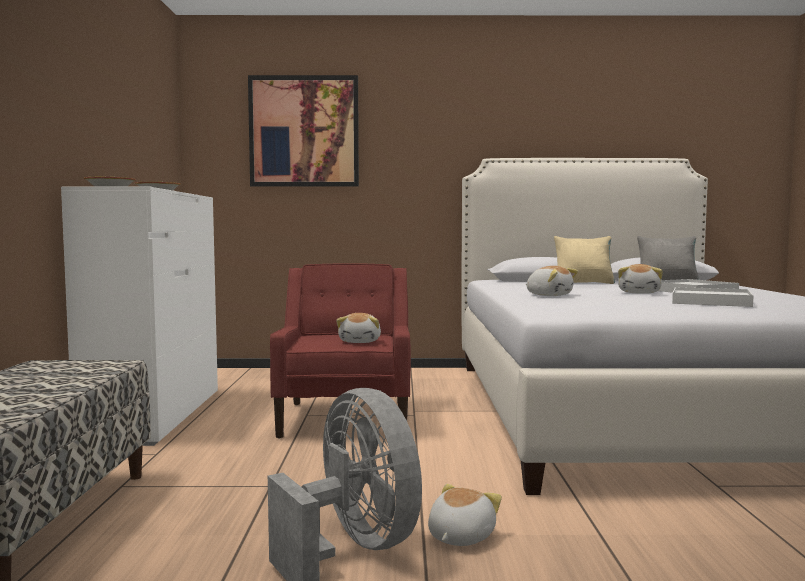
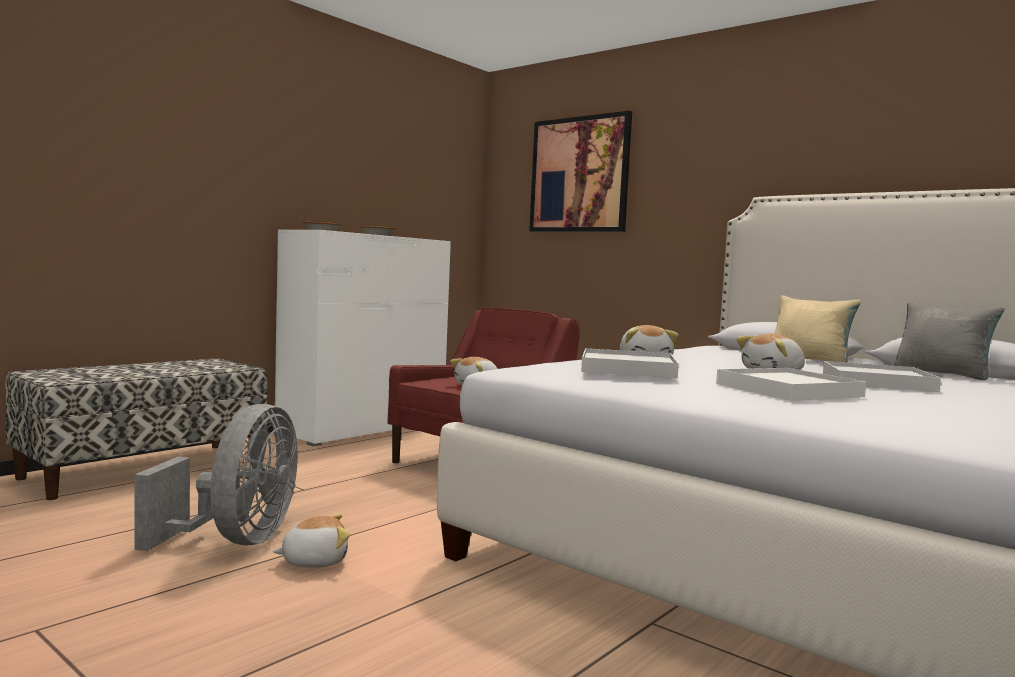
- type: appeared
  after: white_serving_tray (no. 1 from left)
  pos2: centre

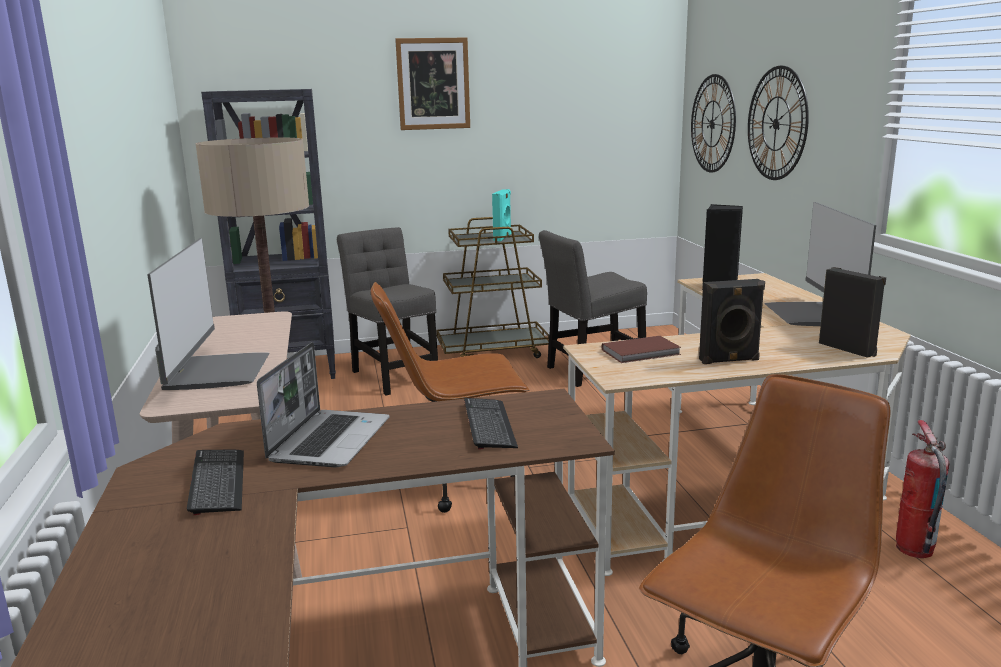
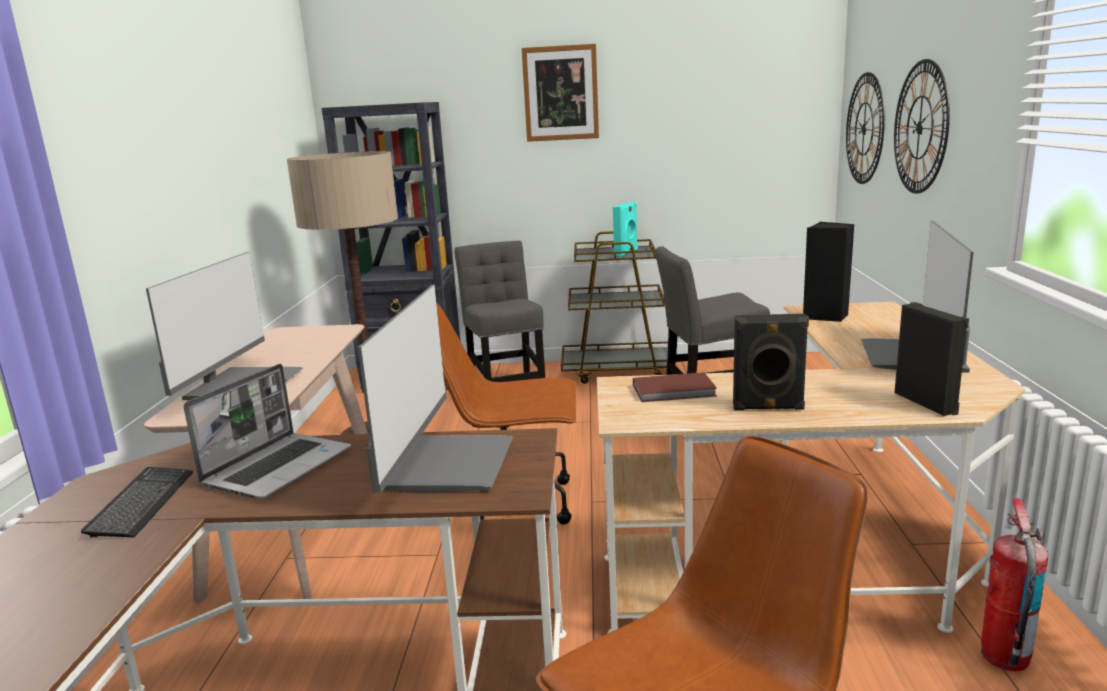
- type: exchanged
  before: PC_keyboard (no. 2 from left)
  after: computer_display (no. 2 from left)
  pos1: centre
  pos2: centre

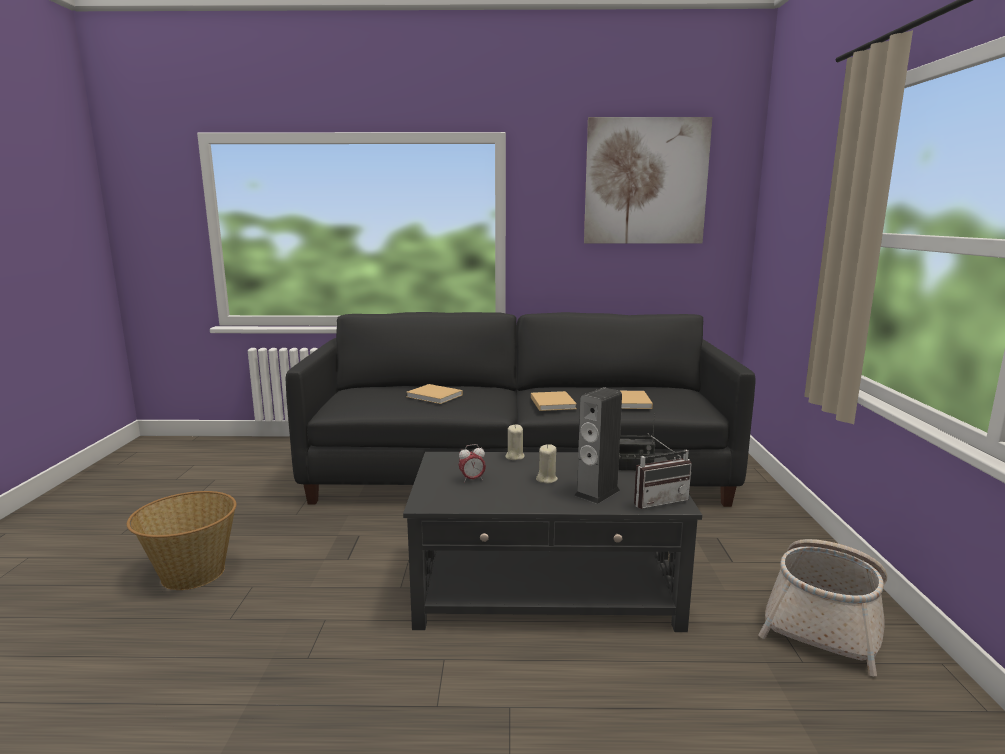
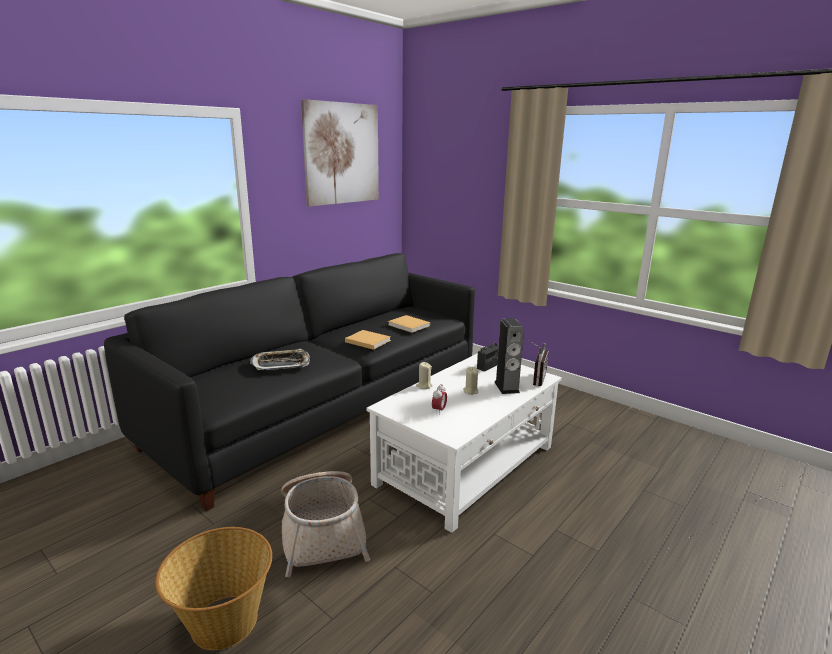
- type: relocated
  before: storage_basket (no. 2 from left)
  pos1: bottom right
  pos2: bottom centre
- type: exchanged
  before: sand-coloured_volume (no. 1 from left)
  after: serving_tray
  pos1: centre
  pos2: centre
- type: colour
  before: blackish_lounge_table
  after: white_lounge_table
  pos1: bottom centre
  pos2: bottom centre

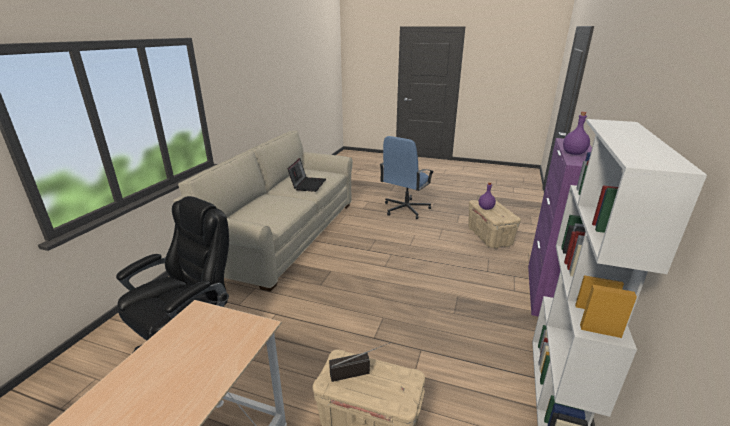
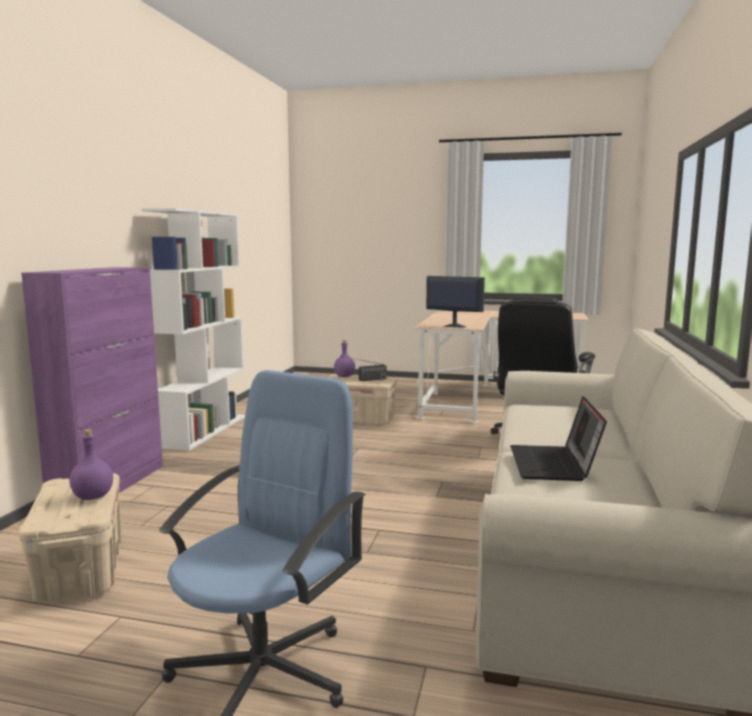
- type: appeared
  after: computer_display
  pos2: centre
- type: relocated
  before: purple-coloured_bottle (no. 2 from left)
  pos1: top right
  pos2: centre

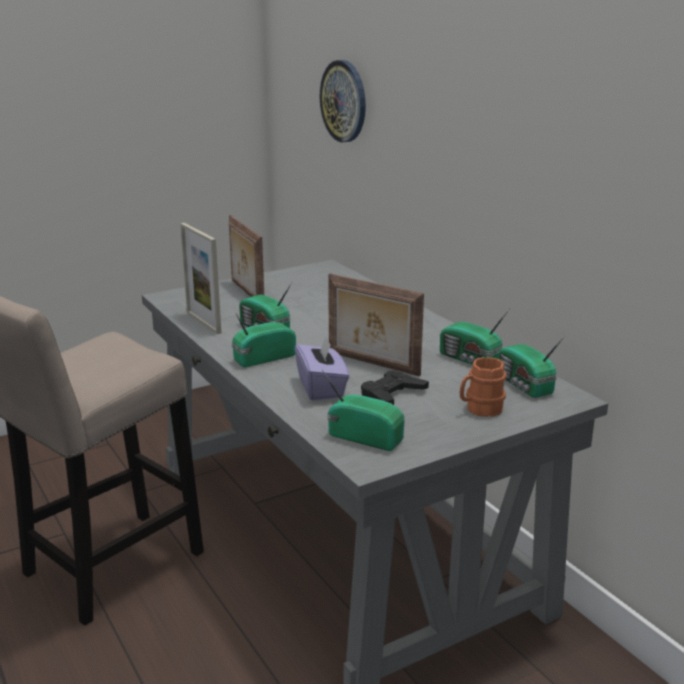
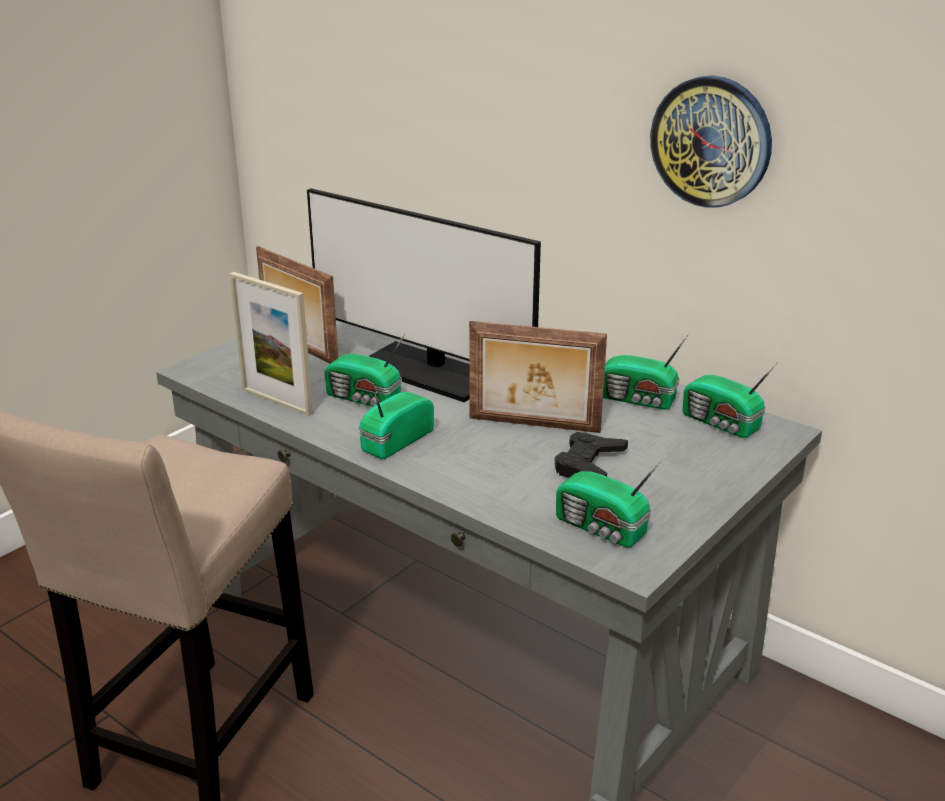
- type: missing
  before: purple-coloured_tissue_box
  pos1: centre
- type: missing
  before: orange-coloured_tea_mug
  pos1: middle right
- type: appeared
  after: computer_display
  pos2: centre
- type: relocated
  before: clock_on_the_wall
  pos1: top centre
  pos2: top right
- type: spun
  before: radio (no. 3 from left)
  pos1: centre
  pos2: centre
  turn: -150

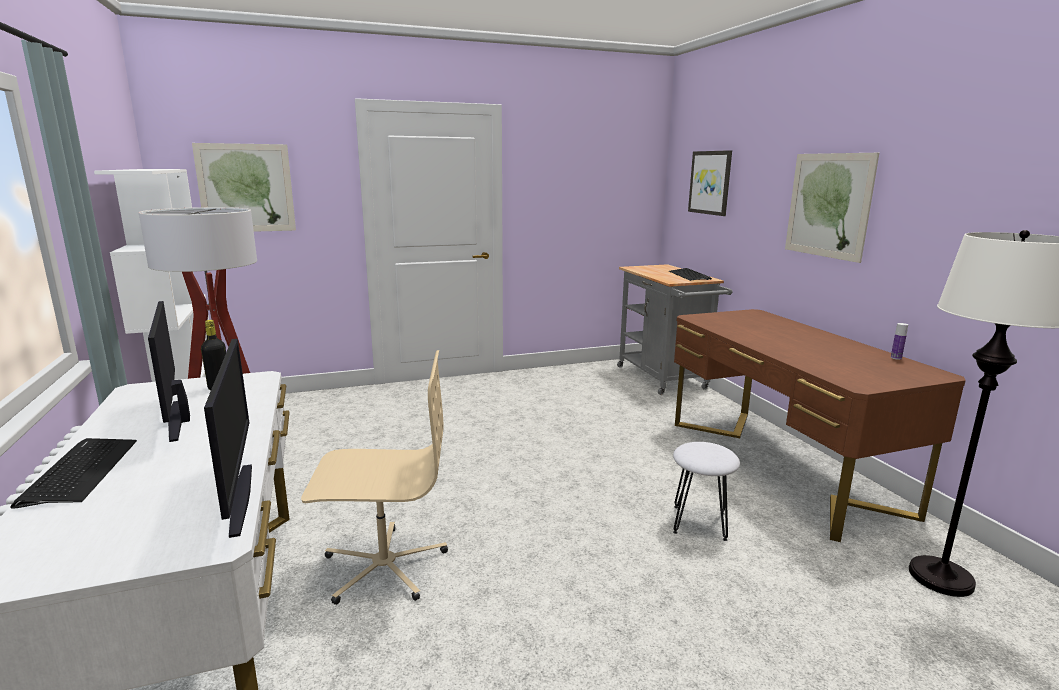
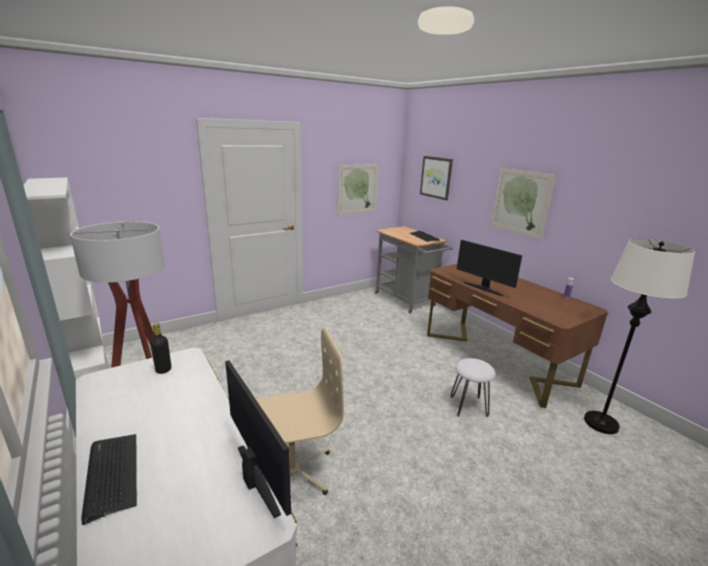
- type: relocated
  before: computer_display (no. 1 from left in the first image)
  after: computer_display (no. 2 from left)
  pos1: middle left
  pos2: middle right
- type: relocated
  before: wall_art (no. 1 from left)
  pos1: top left
  pos2: centre

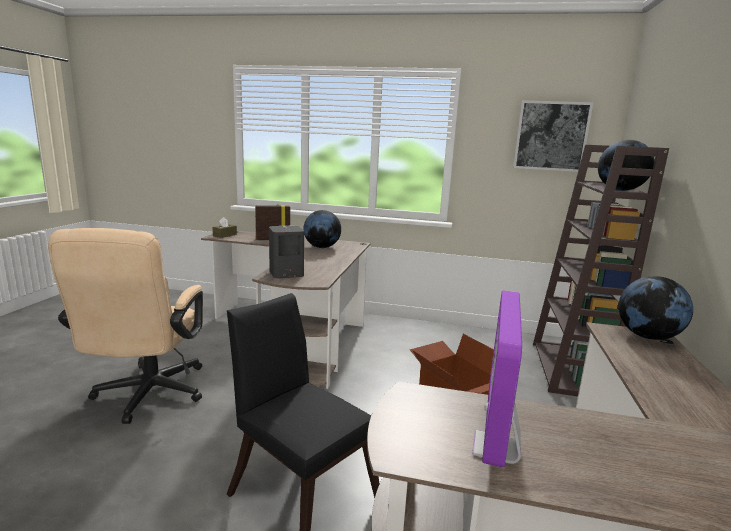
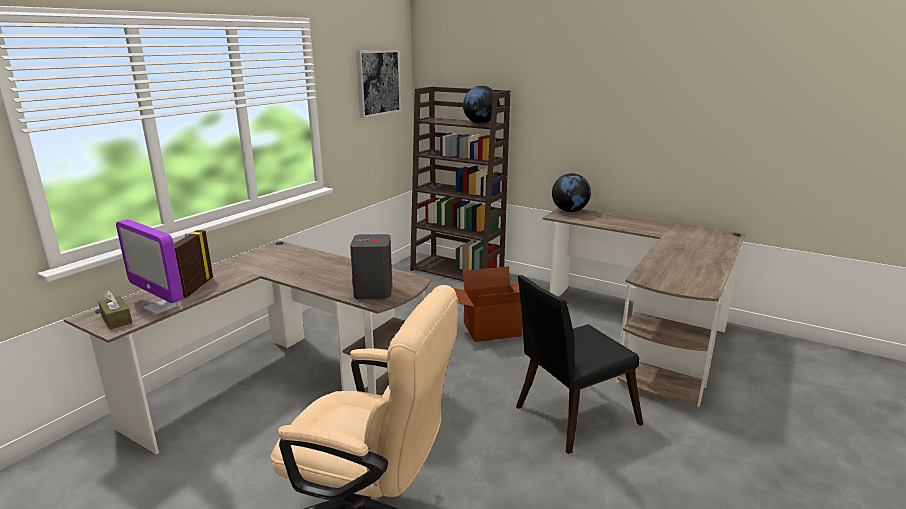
- type: missing
  before: globe (no. 1 from left)
  pos1: centre
- type: relocated
  before: computer_display
  pos1: bottom right
  pos2: middle left

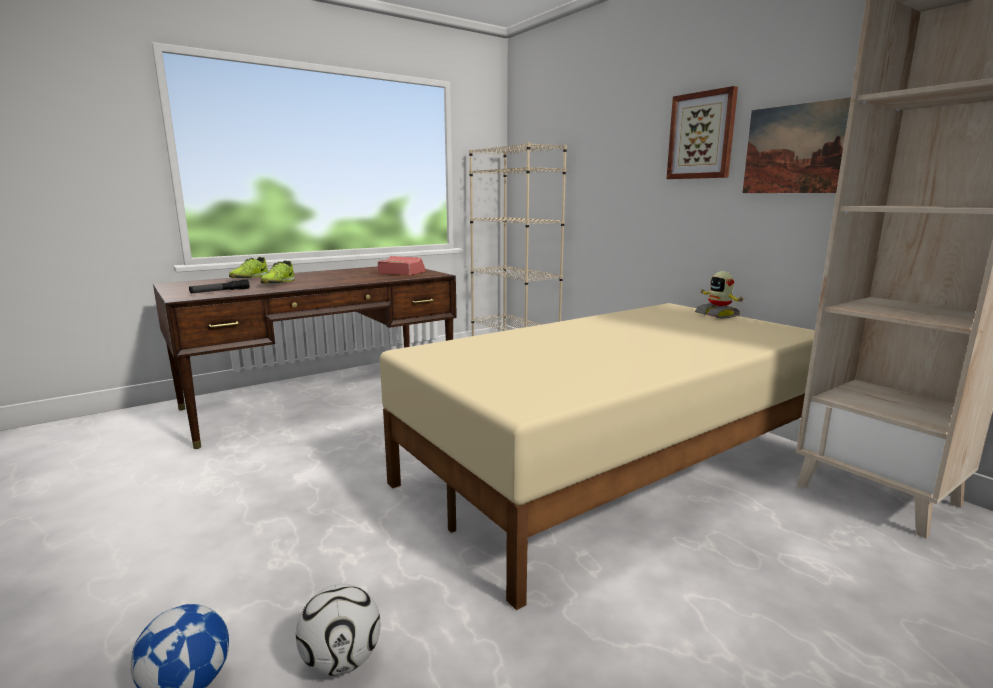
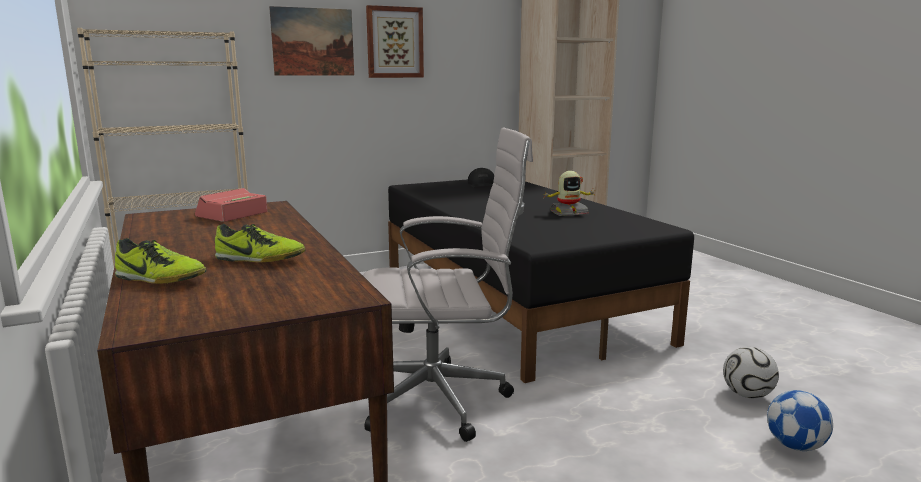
- type: missing
  before: torch
  pos1: middle left
- type: appeared
  after: white_office_chair
  pos2: centre
- type: appeared
  after: blackish_cap
  pos2: centre
- type: relocated
  before: toy_robot
  pos1: middle right
  pos2: centre
- type: relocated
  before: wall_art (no. 2 from left in the first image)
  after: wall_art (no. 1 from left)
  pos1: top right
  pos2: top centre
- type: colour
  before: sand-coloured_sleeping_bed
  after: blackish_sleeping_bed
  pos1: centre
  pos2: centre

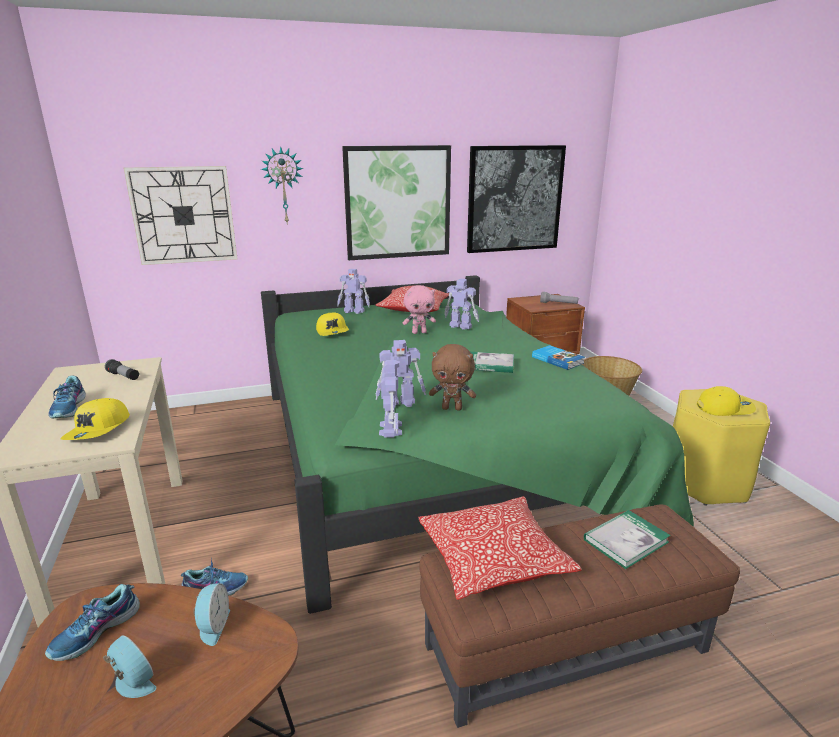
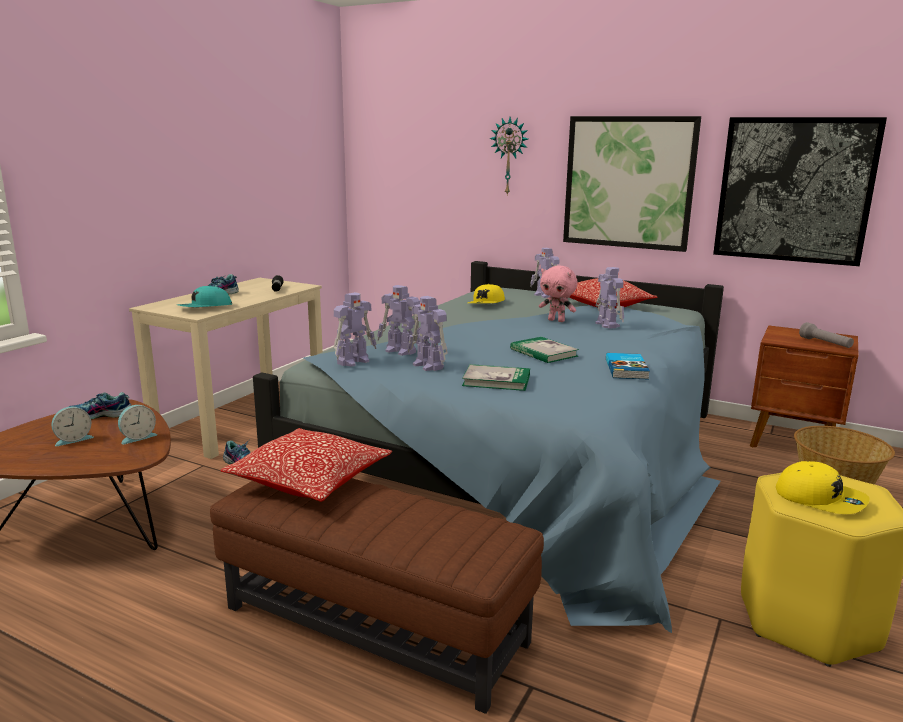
- type: missing
  before: clock_on_the_wall (no. 1 from left)
  pos1: top left
- type: relocated
  before: volume (no. 3 from left in the first image)
  after: volume (no. 1 from left)
  pos1: bottom right
  pos2: centre
- type: exchanged
  before: brown_soft_toy
  after: toy_robot (no. 3 from left)
  pos1: centre
  pos2: centre
- type: colour
  before: yellow-coloured_cap (no. 1 from left)
  after: turquoise_cap
  pos1: middle left
  pos2: middle left
- type: colour
  before: green_sleeping_bed
  after: blue_sleeping_bed
  pos1: centre
  pos2: centre
- type: spun
  before: table_clock (no. 1 from left)
  pos1: bottom left
  pos2: middle left
  turn: 60

